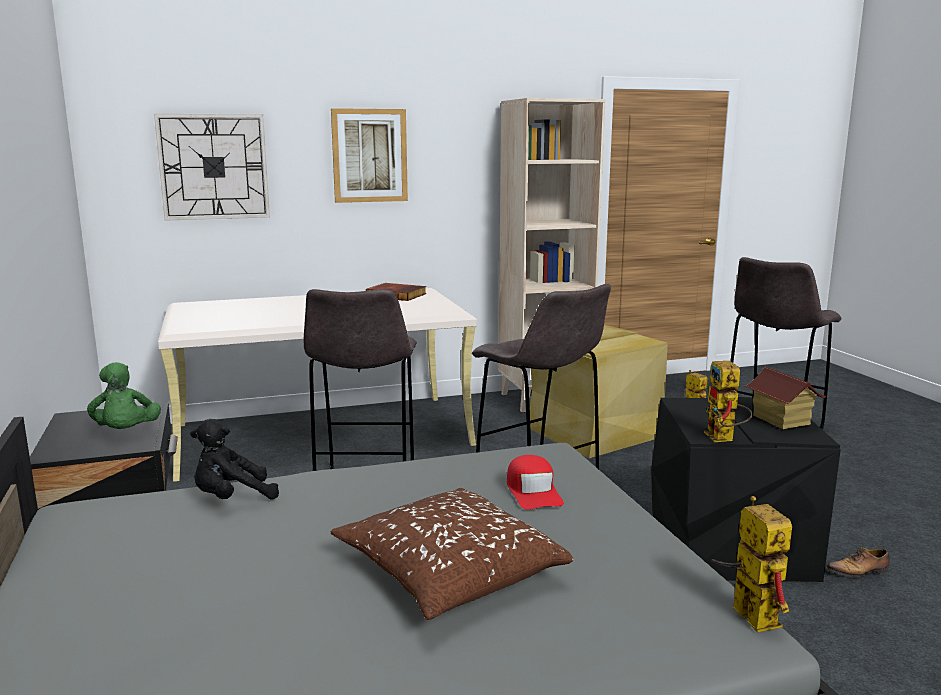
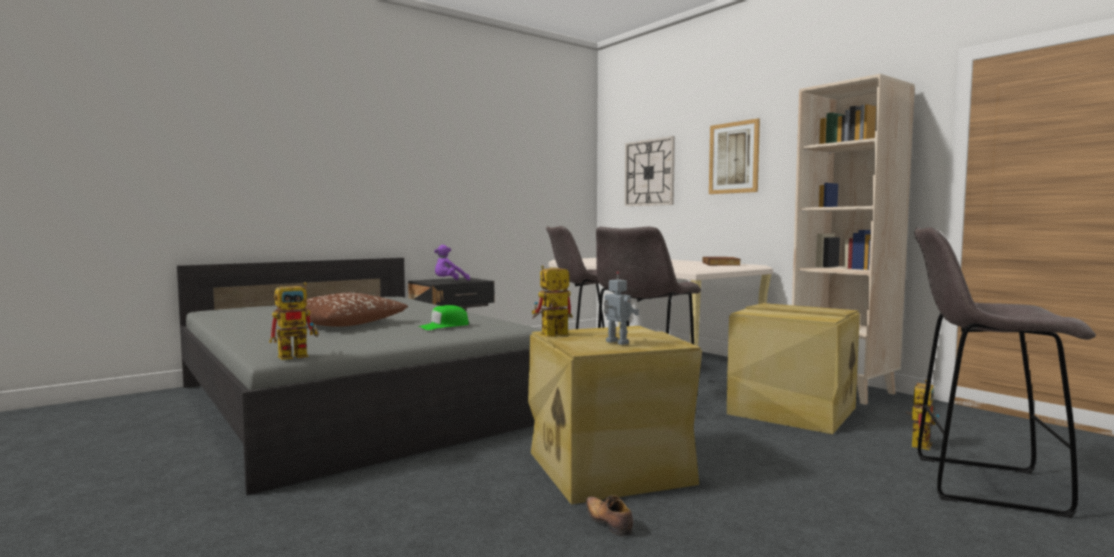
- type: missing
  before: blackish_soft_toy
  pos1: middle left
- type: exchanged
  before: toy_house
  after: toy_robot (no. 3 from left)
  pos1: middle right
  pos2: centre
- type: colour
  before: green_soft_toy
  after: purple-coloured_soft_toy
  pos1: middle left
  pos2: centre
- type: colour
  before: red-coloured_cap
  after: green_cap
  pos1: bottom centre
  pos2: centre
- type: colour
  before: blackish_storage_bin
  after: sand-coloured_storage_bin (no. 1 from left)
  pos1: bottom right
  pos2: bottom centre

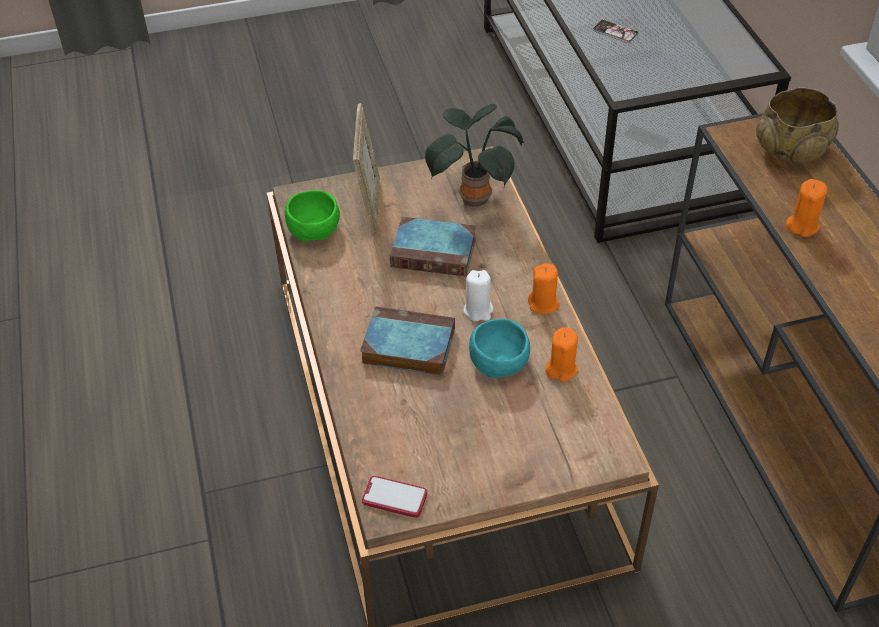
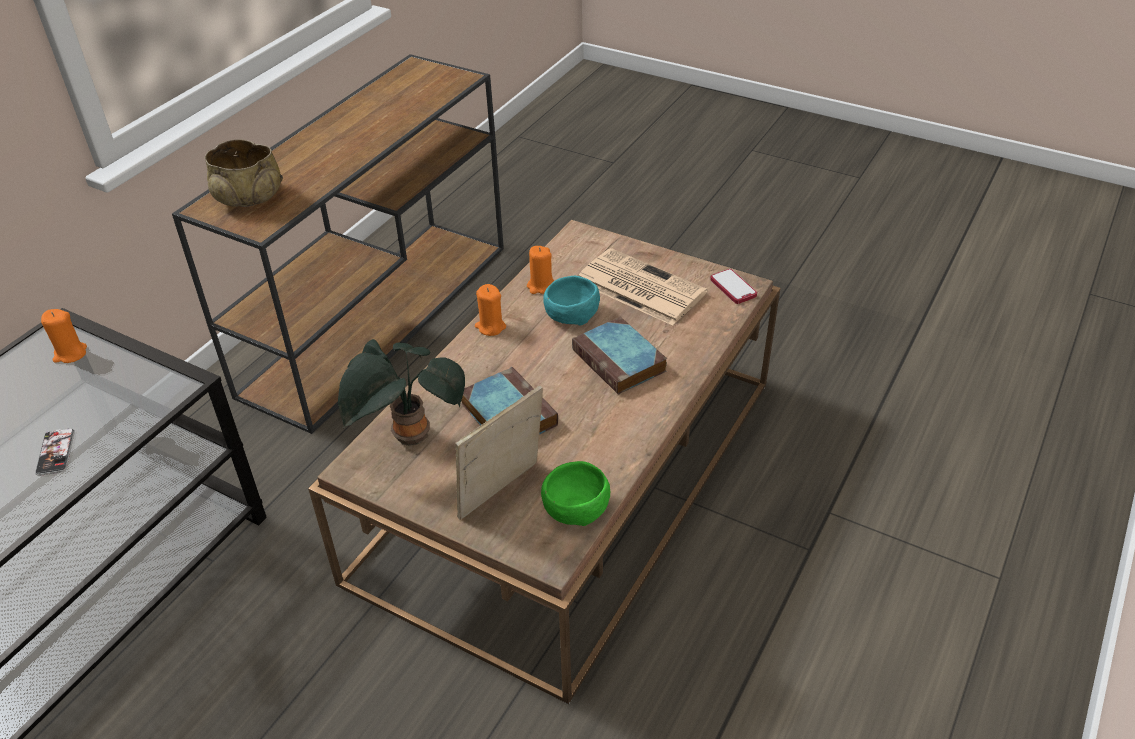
- type: missing
  before: white_wax_candle
  pos1: centre
- type: appeared
  after: daily_paper
  pos2: centre
- type: relocated
  before: orange-coloured_wax_candle (no. 3 from left in the first image)
  after: orange-coloured_wax_candle (no. 1 from left)
  pos1: top right
  pos2: middle left

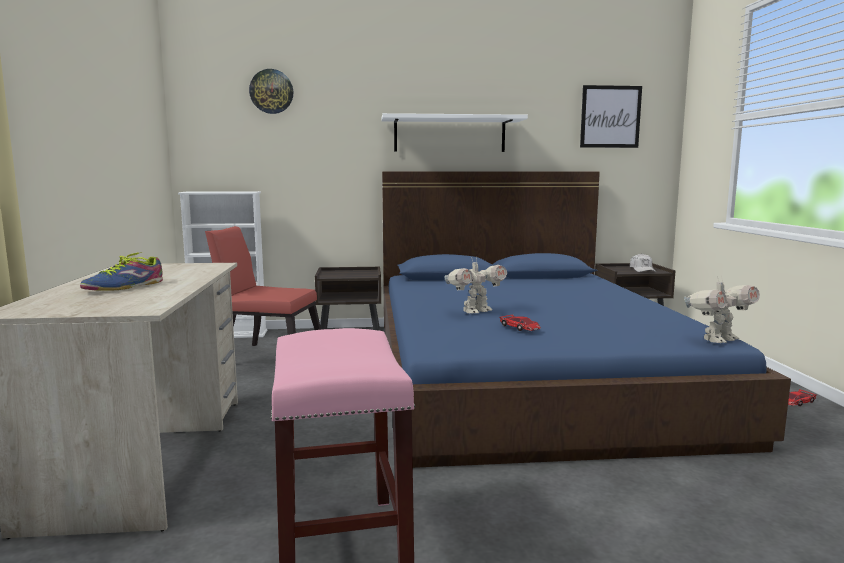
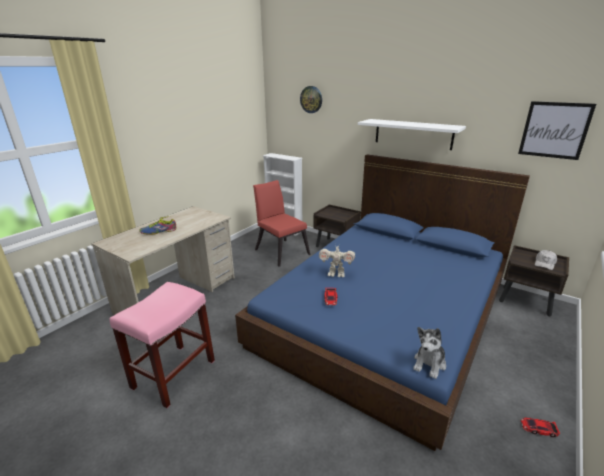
- type: exchanged
  before: toy_robot (no. 2 from left)
  after: soft_toy
  pos1: middle right
  pos2: bottom right

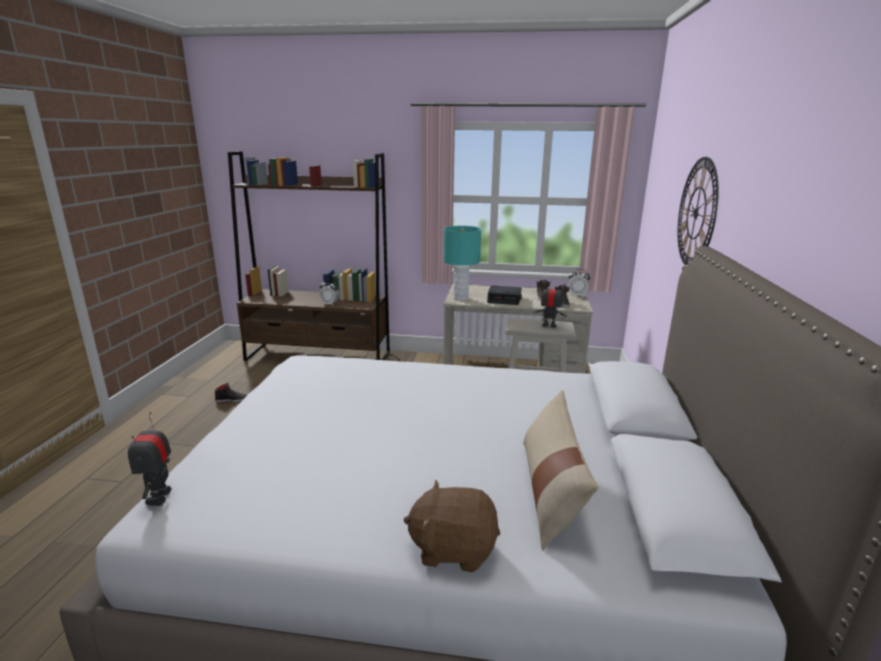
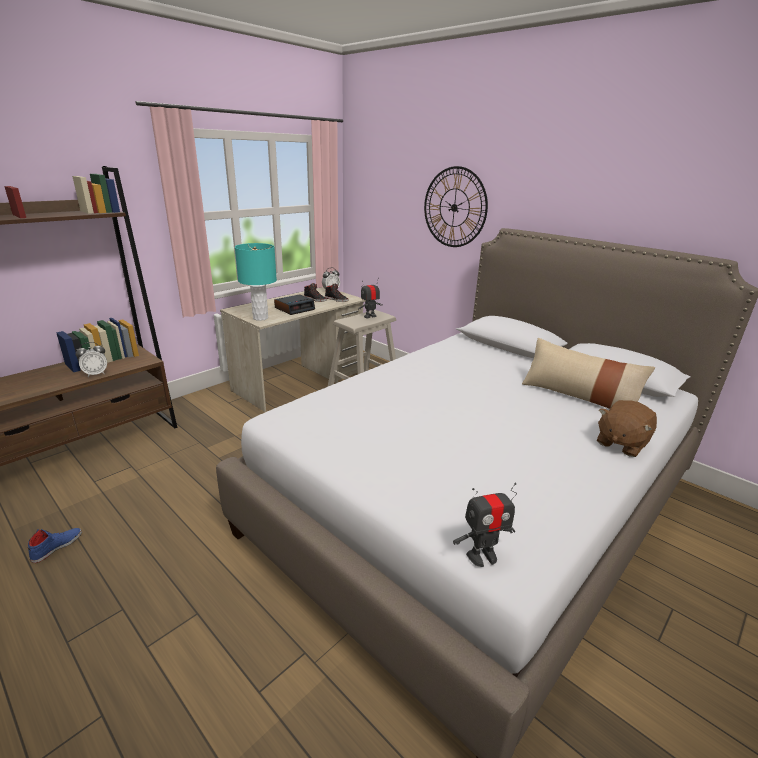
- type: colour
  before: blackish_low_shoe (no. 1 from left)
  after: blue_low_shoe
  pos1: middle left
  pos2: bottom left
- type: spun
  before: toy_robot (no. 1 from left in the first image)
  pos1: bottom left
  pos2: bottom centre
  turn: -45

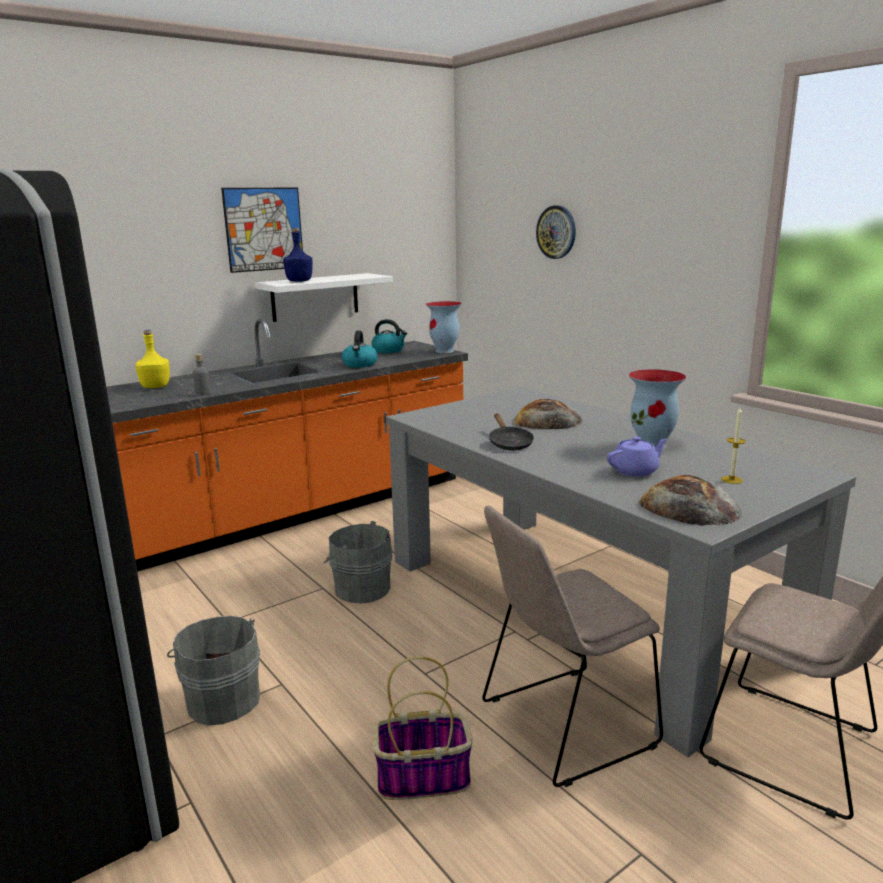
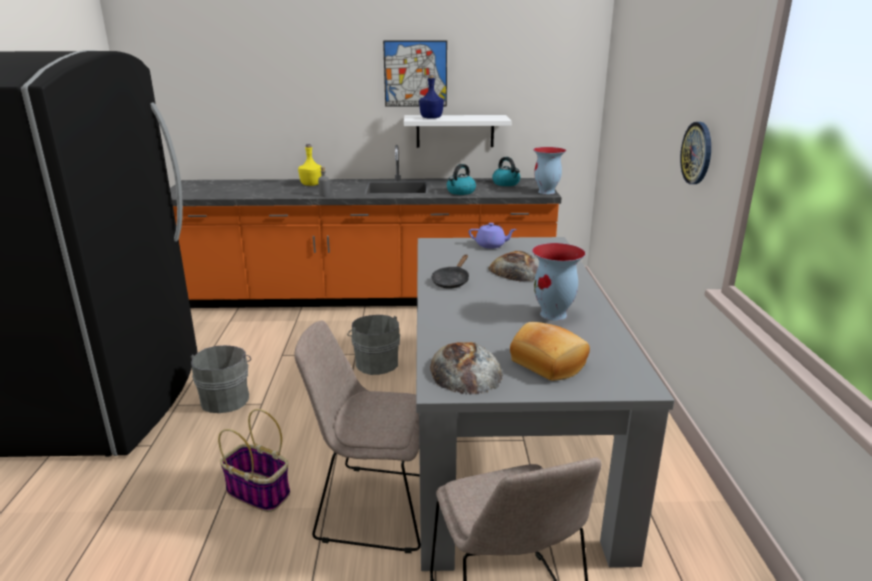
- type: relocated
  before: clock_on_the_wall
  pos1: top centre
  pos2: top right
- type: relocated
  before: purple-coloured_tea_pot
  pos1: middle right
  pos2: centre
- type: exchanged
  before: wax_candle
  after: bakery_bread (no. 3 from left)
  pos1: middle right
  pos2: centre

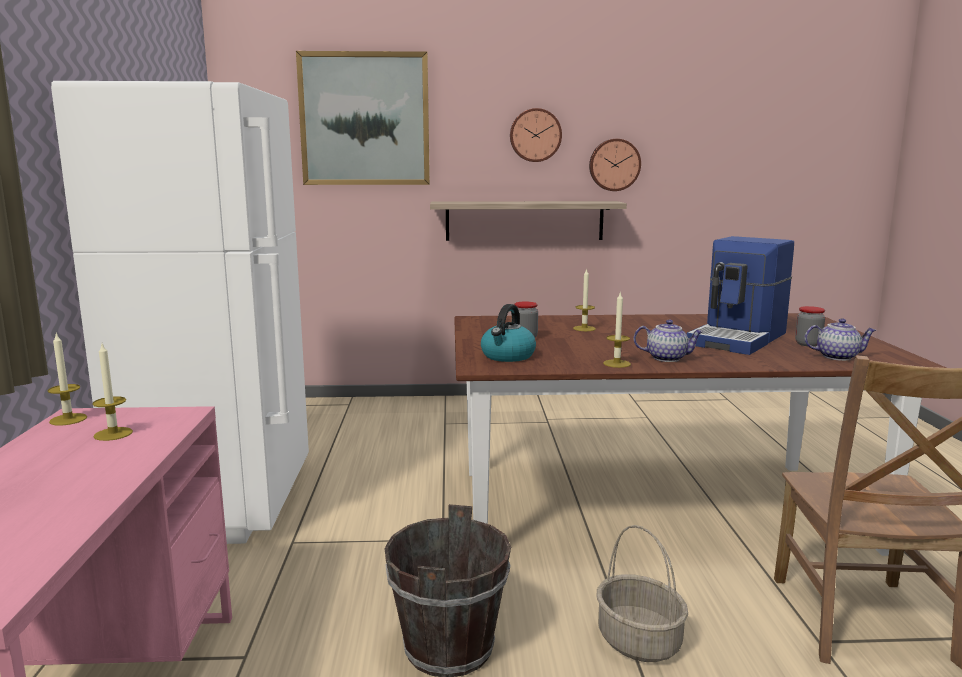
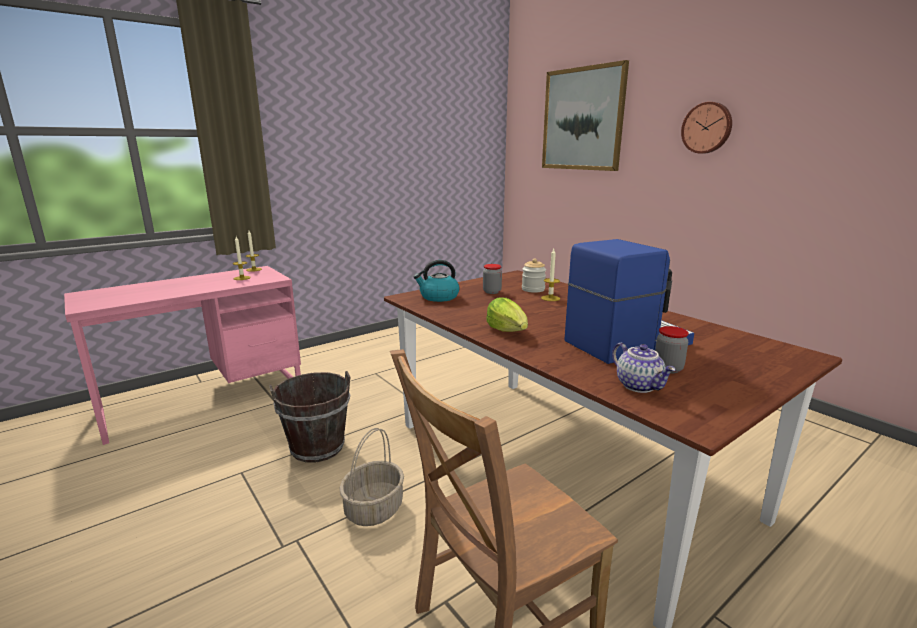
- type: missing
  before: white_fridge
  pos1: middle left
- type: missing
  before: shelf
  pos1: top centre
- type: missing
  before: clock_on_the_wall (no. 2 from left)
  pos1: top centre
- type: missing
  before: wax_candle (no. 4 from left)
  pos1: centre
- type: appeared
  after: jar (no. 2 from left)
  pos2: centre
- type: exchanged
  before: tea_pot (no. 1 from left)
  after: lettuce
  pos1: middle right
  pos2: centre
- type: spun
  before: coffee_machine
  pos1: middle right
  pos2: middle right
  turn: 150

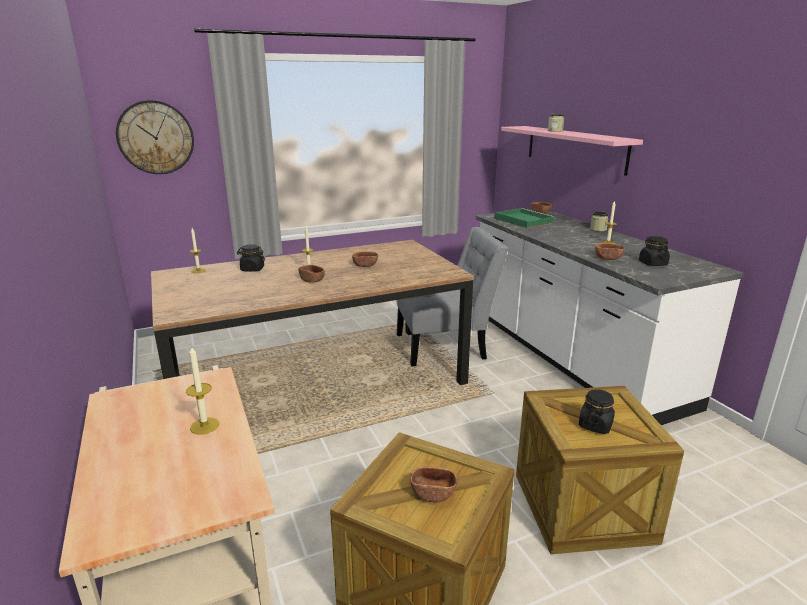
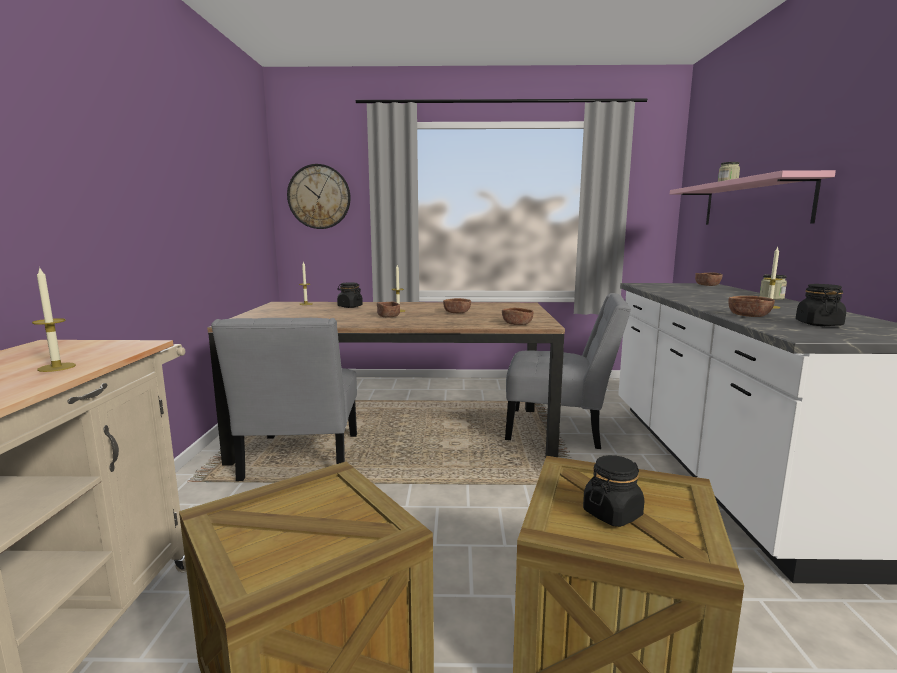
- type: missing
  before: green_serving_tray
  pos1: centre
- type: appeared
  after: grey_chair (no. 1 from left)
  pos2: middle left
- type: relocated
  before: brown_deep_dish (no. 3 from left)
  pos1: bottom centre
  pos2: centre

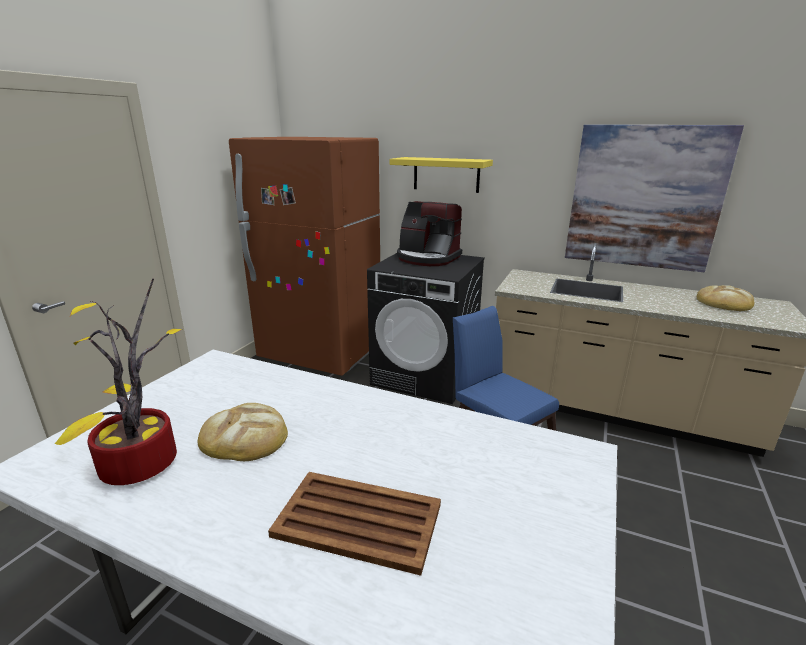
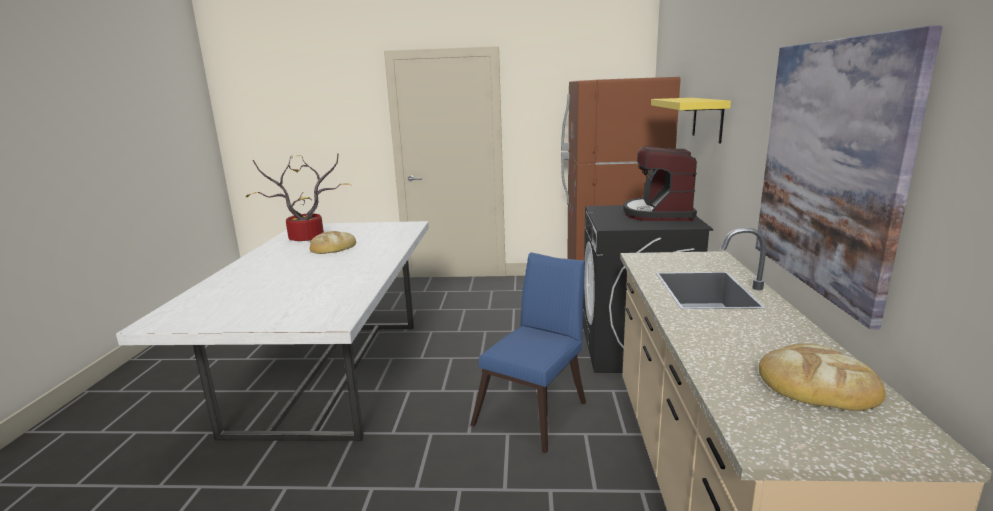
- type: missing
  before: brown_serving_tray
  pos1: bottom centre

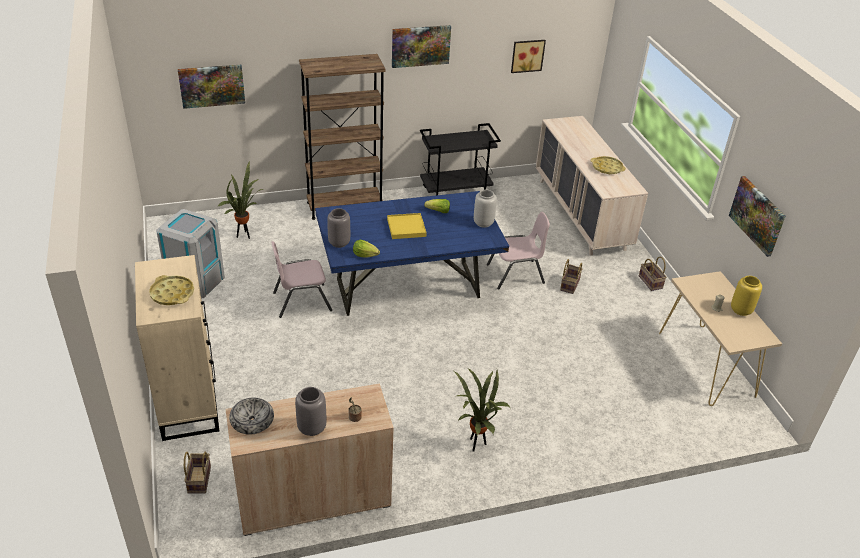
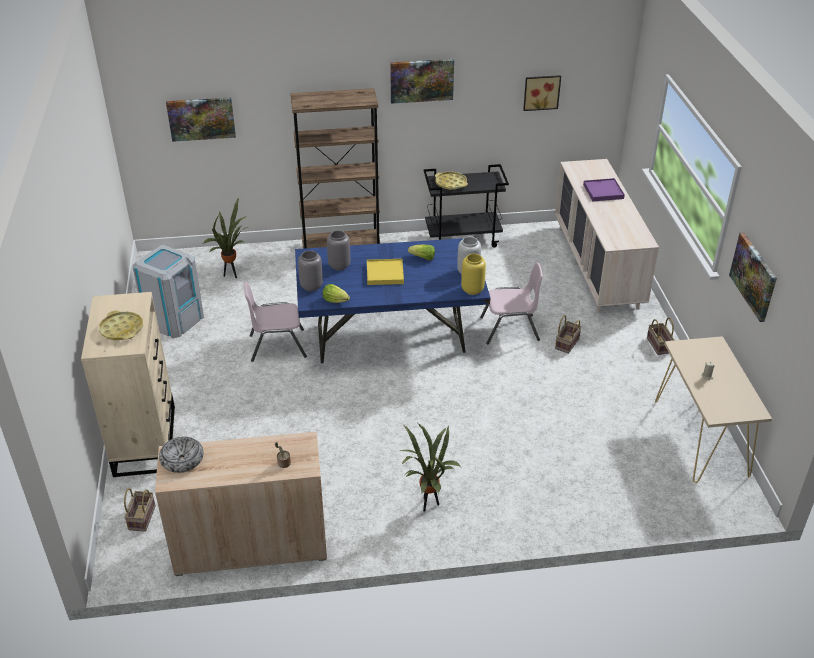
- type: appeared
  after: purple-coloured_serving_tray
  pos2: top right
- type: relocated
  before: grey_decorative_vase (no. 1 from left in the first image)
  after: grey_decorative_vase (no. 2 from left)
  pos1: bottom centre
  pos2: centre
- type: relocated
  before: yellow-coloured_serving_tray (no. 3 from left)
  pos1: top right
  pos2: top centre
- type: relocated
  before: yellow-coloured_decorative_vase
  pos1: middle right
  pos2: centre

